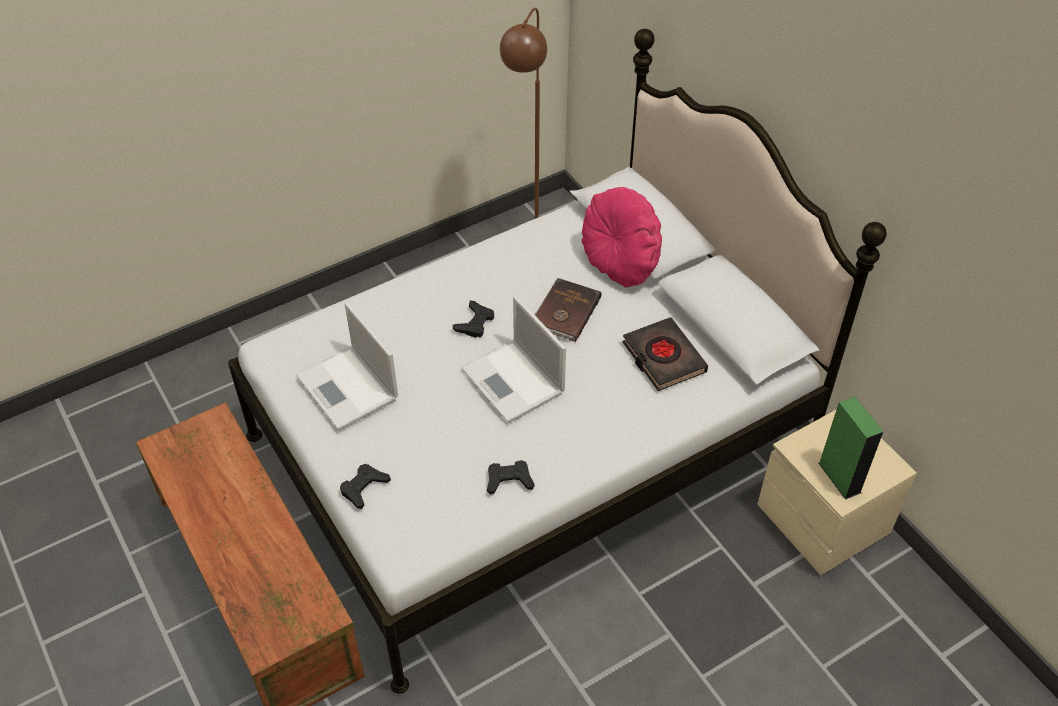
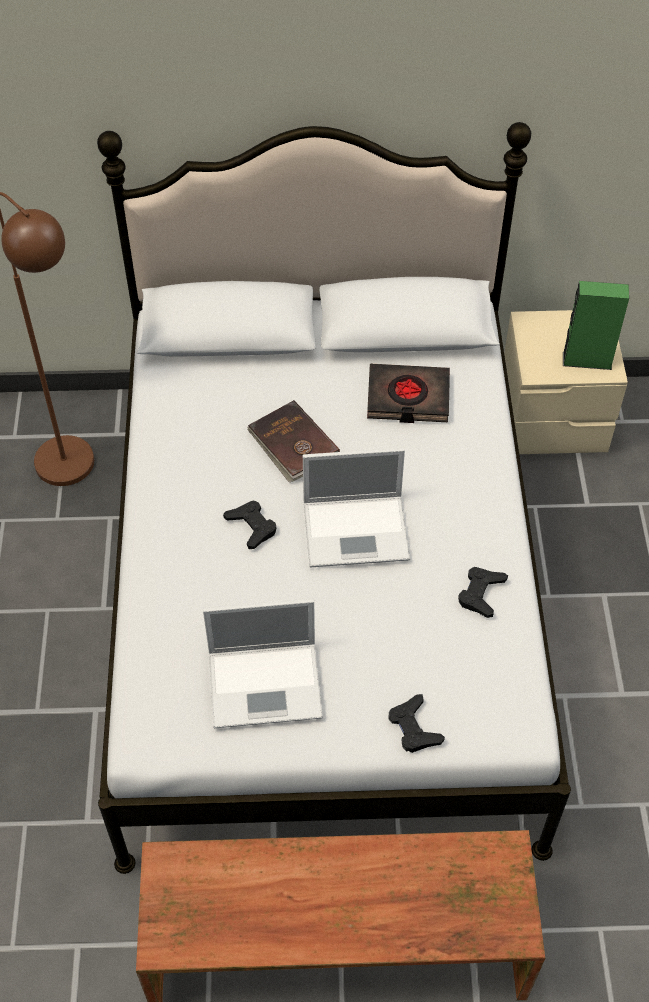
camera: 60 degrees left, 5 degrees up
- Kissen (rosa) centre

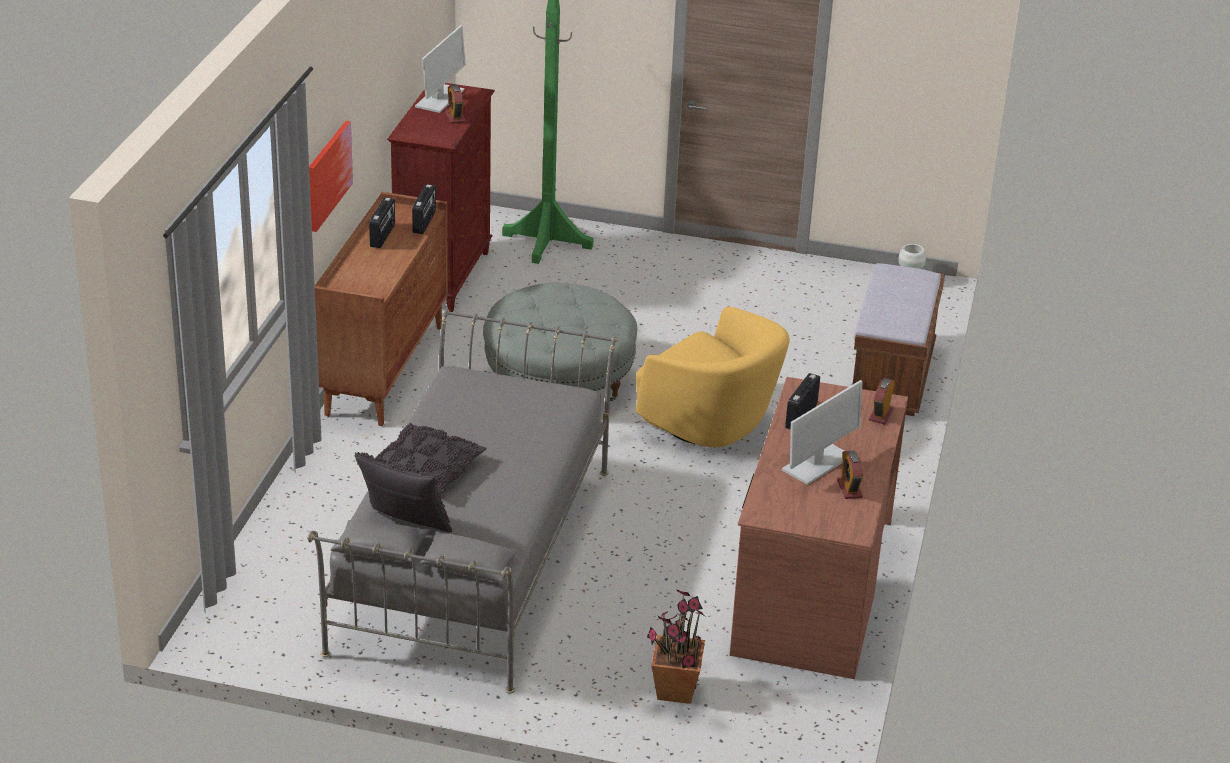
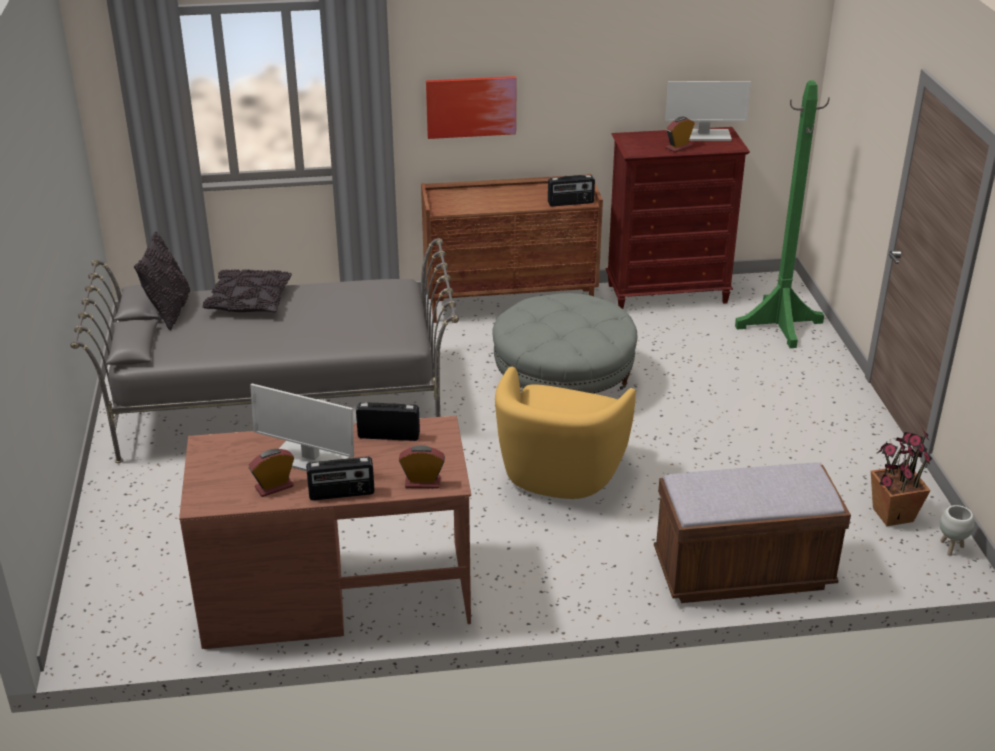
camera: 70 degrees right, 0 degrees up
~ Radio (1st from left) top left to centre
~ Topfpflanze bottom centre to middle right

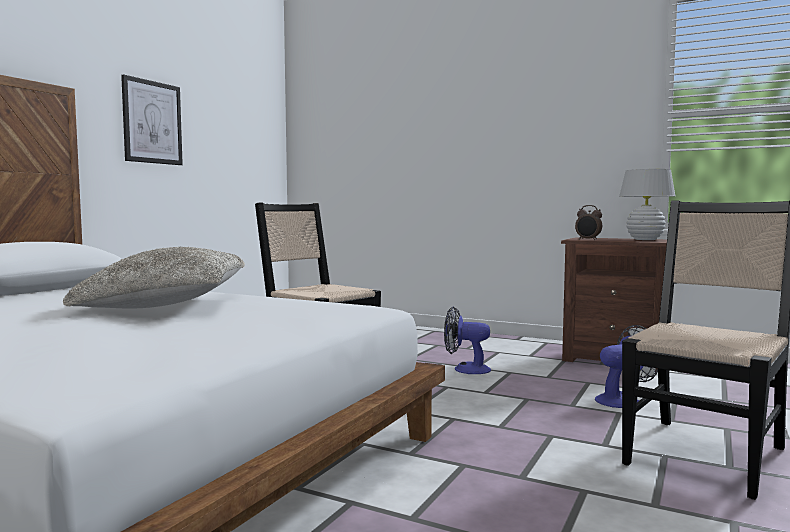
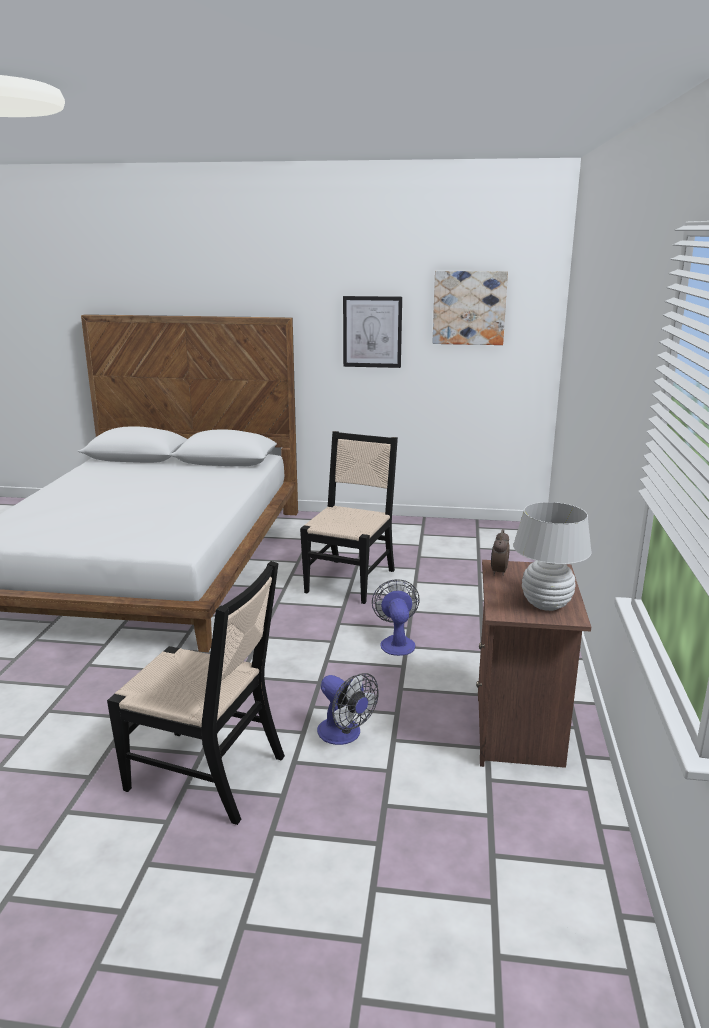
camera: 70 degrees right, 15 degrees up
- Kissen (beige) middle left
+ Bild (2nd from left) top centre

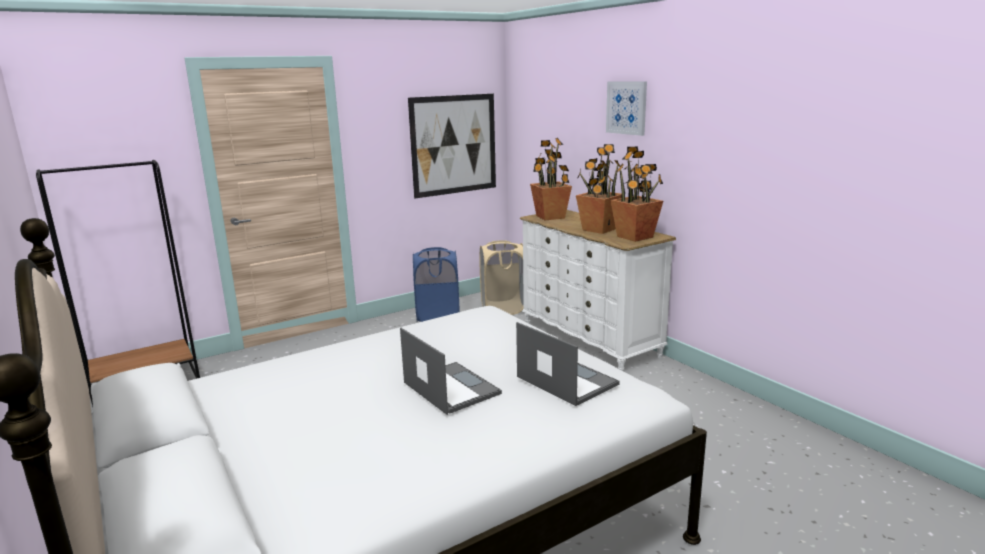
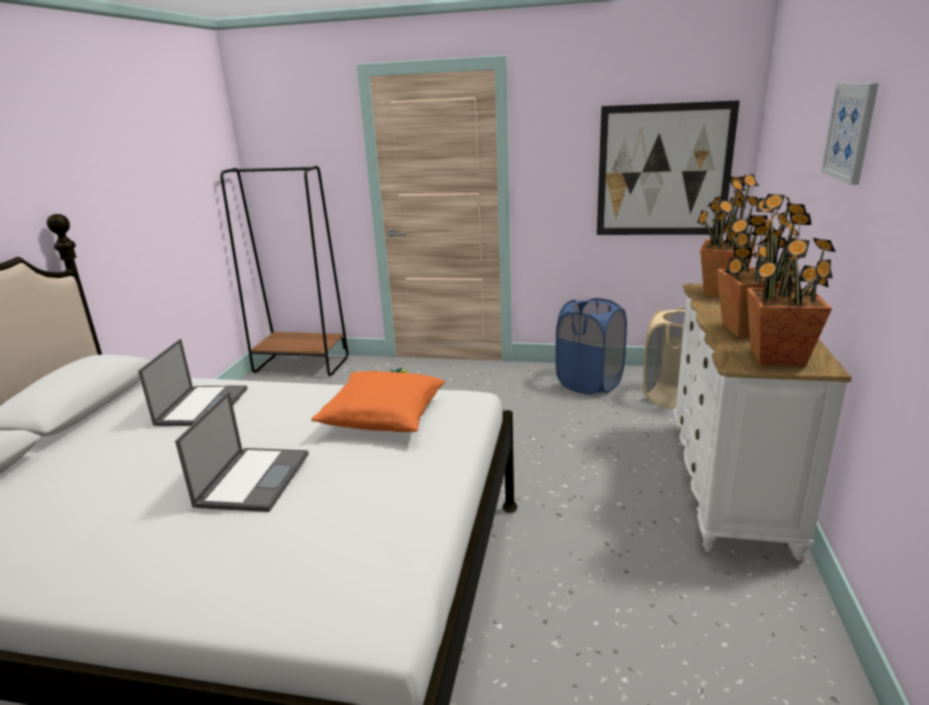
camera: 45 degrees right, 5 degrees up
~ Laptop (2nd from left in the first image) centre to Laptop (1st from left) middle left
+ Kissen (orange) centre

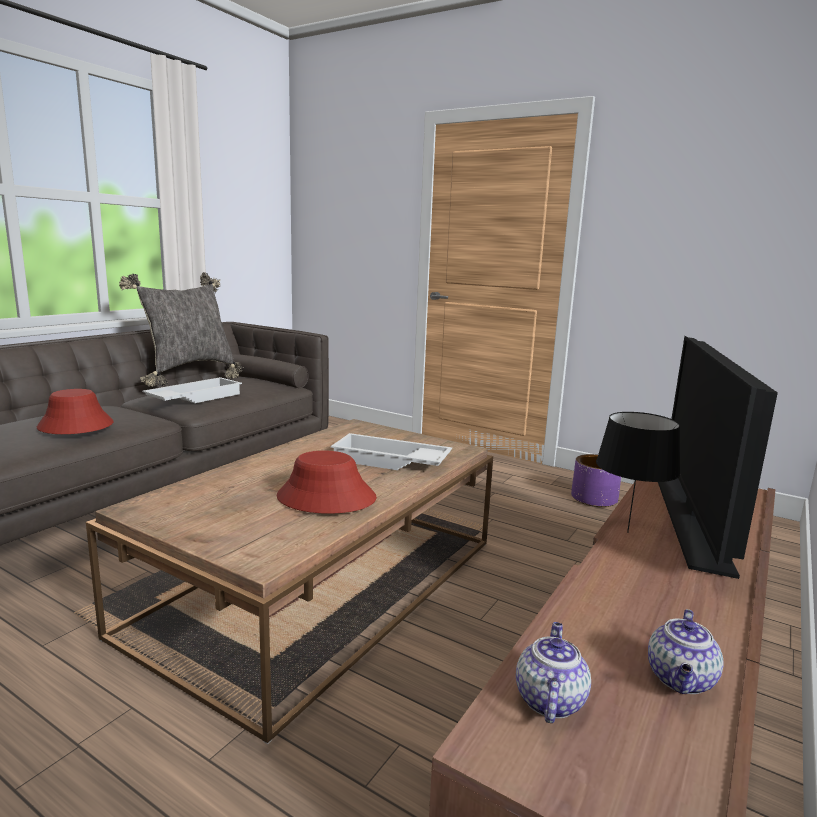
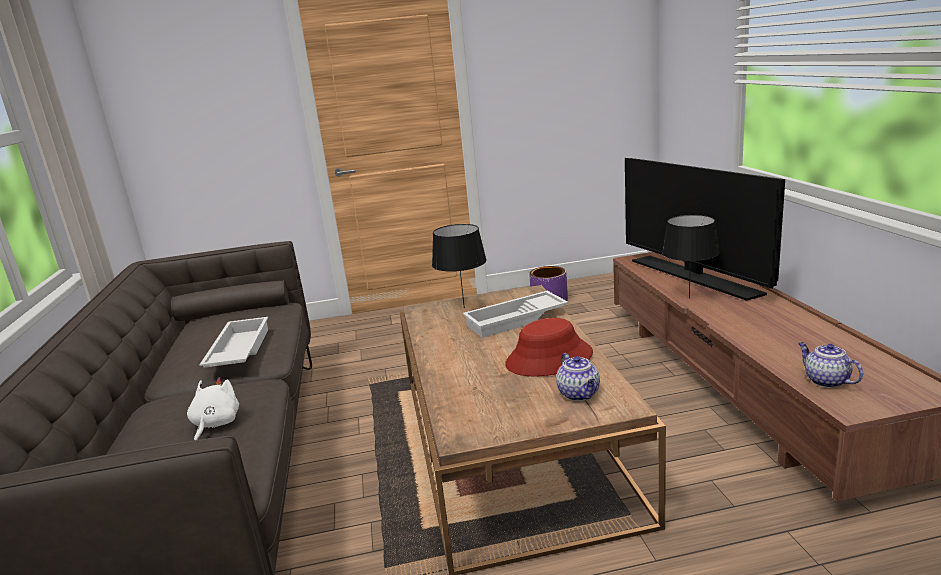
camera: 40 degrees left, 5 degrees up
- Kissen middle left
~ Hut (rot) (1st from left) middle left to Plüschtier (weiß) bottom left
~ Teekanne (2nd from left in the first image) bottom right to Teekanne (1st from left) centre
+ Tischlampe (schwarz) (1st from left) centre

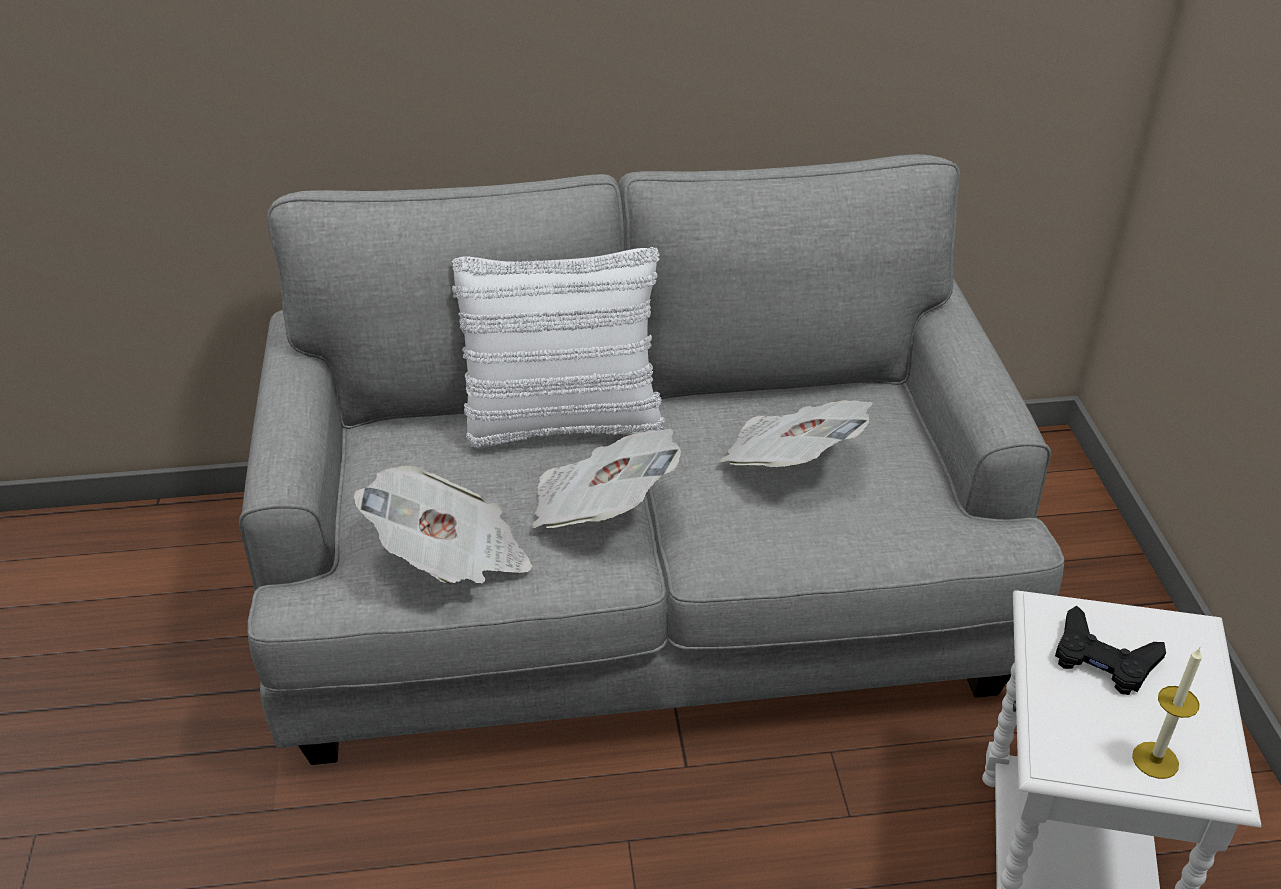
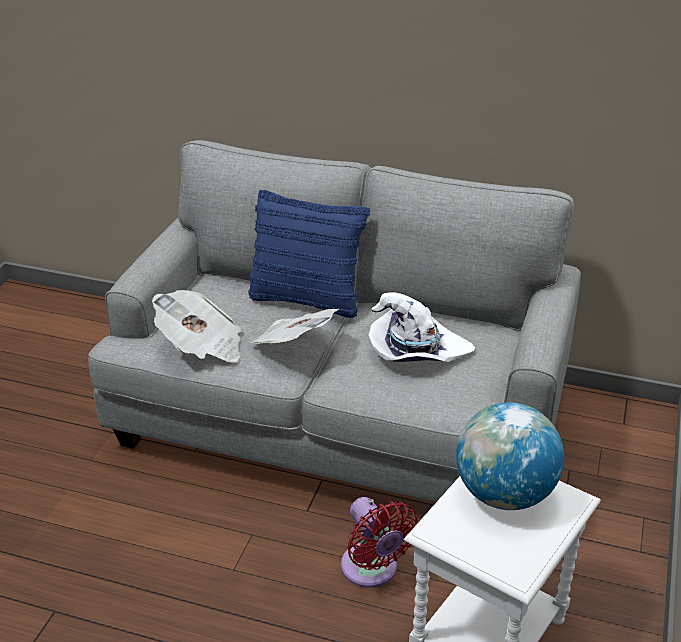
camera: 25 degrees right, 5 degrees down
~ Kissen (weiß) centre to Kissen (blau) centre
~ Zeitung (3rd from left) centre to Hut (weiß) centre
~ Gamepad (schwarz) bottom right to Globus bottom right
- Kerze bottom right
+ Ventilator (rot) bottom centre

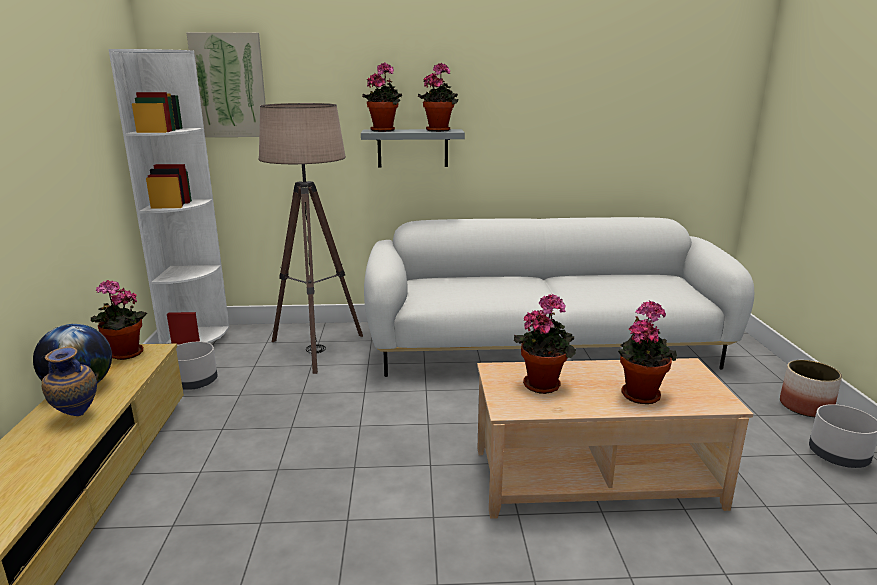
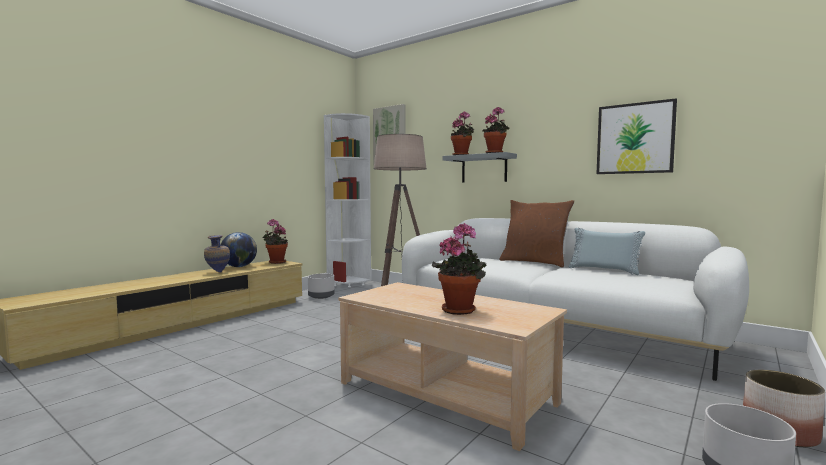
camera: 40 degrees right, 15 degrees down
- Topfpflanze (4th from left) centre
+ Bild (2nd from left) top right
+ Kissen (braun) centre
+ Kissen (blau) middle right

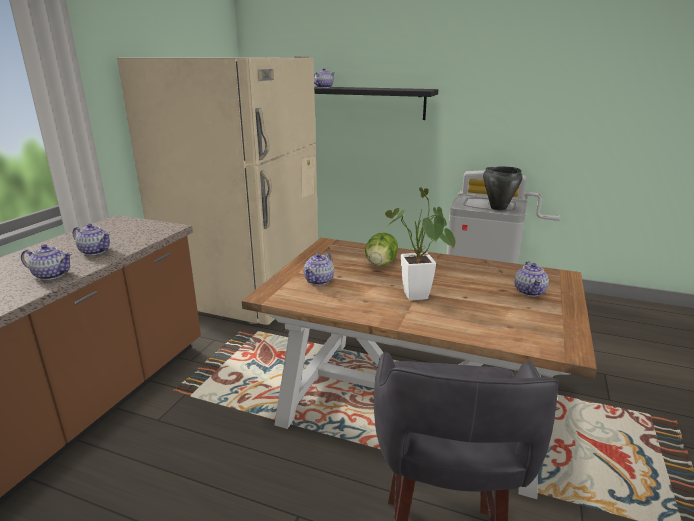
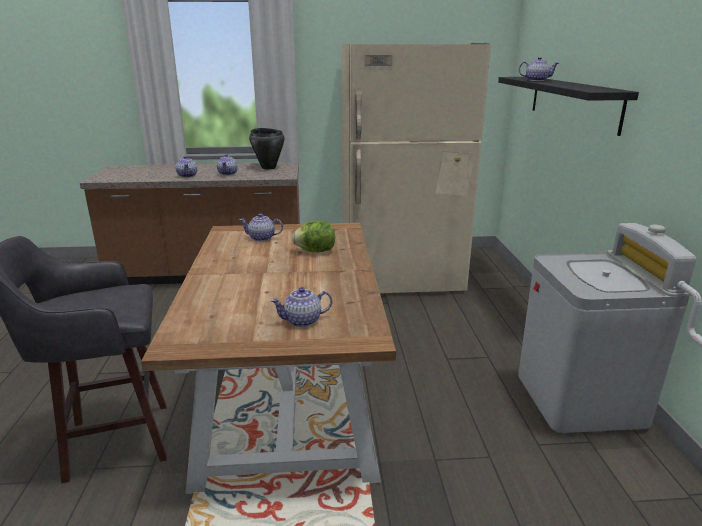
camera: 65 degrees right, 0 degrees up
~ Kochtopf (schwarz) middle right to top centre
- Topfpflanze centre

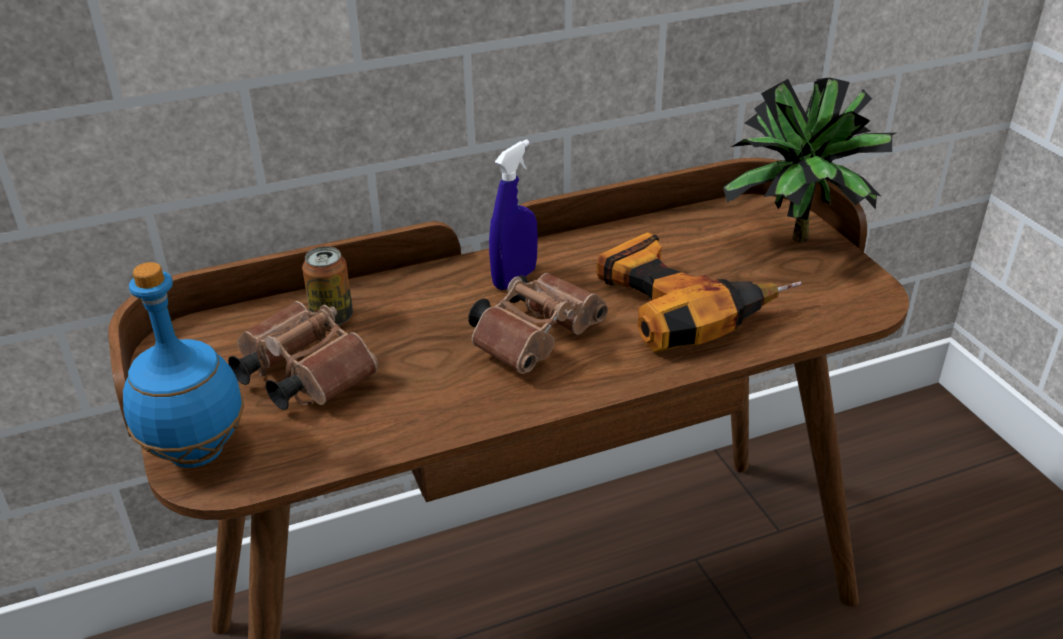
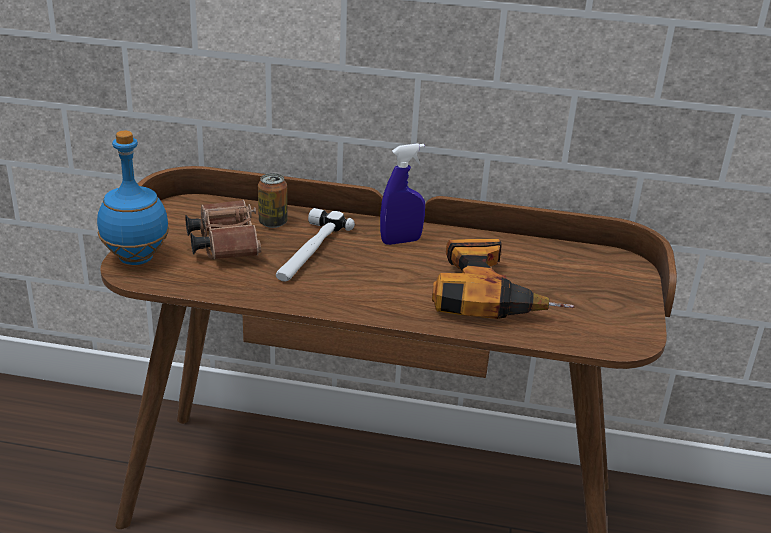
camera: 30 degrees right, 5 degrees down
- Topfpflanze top right
- Fernglas (braun) (2nd from left) centre
+ Hammer centre

